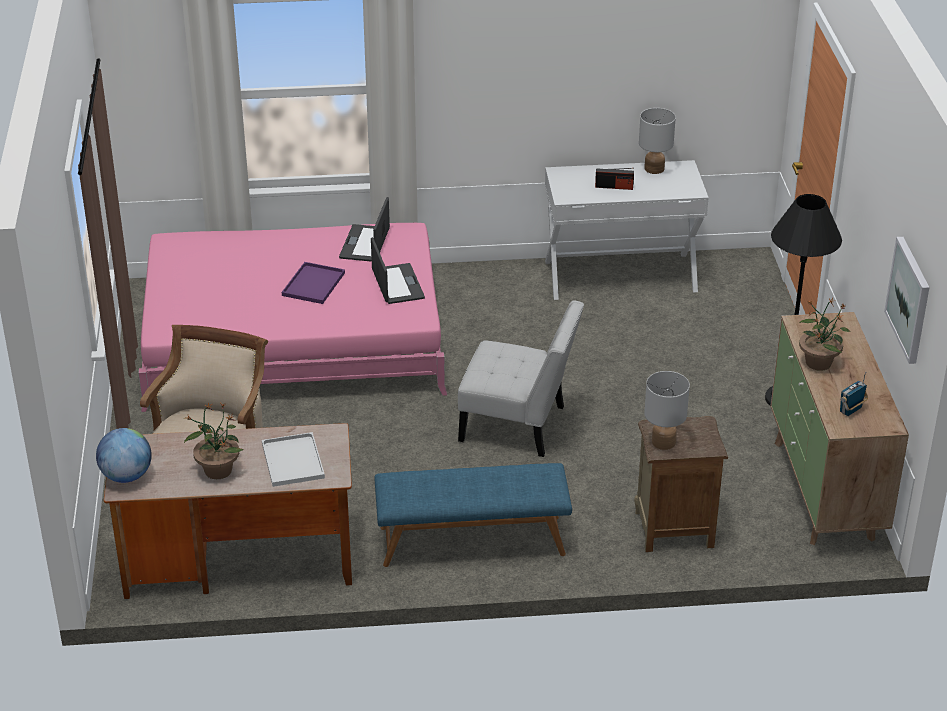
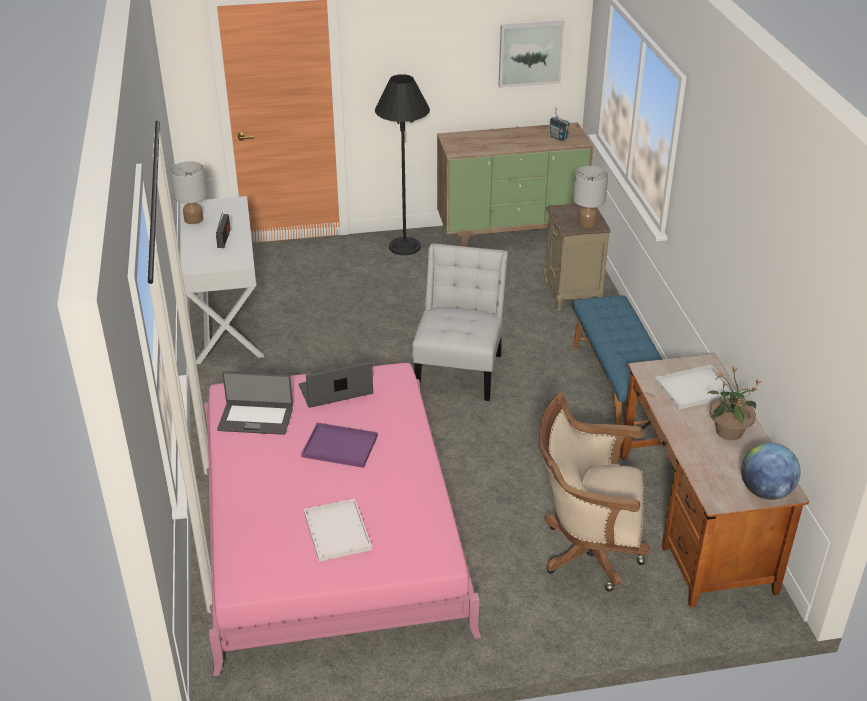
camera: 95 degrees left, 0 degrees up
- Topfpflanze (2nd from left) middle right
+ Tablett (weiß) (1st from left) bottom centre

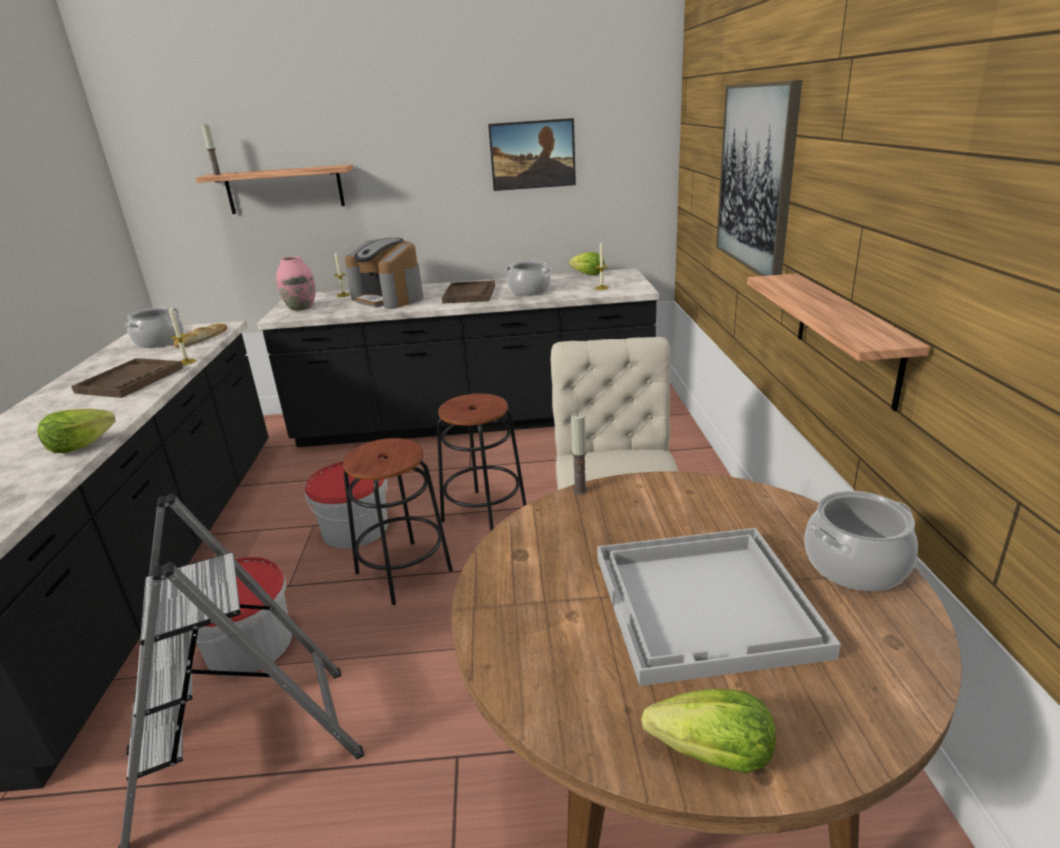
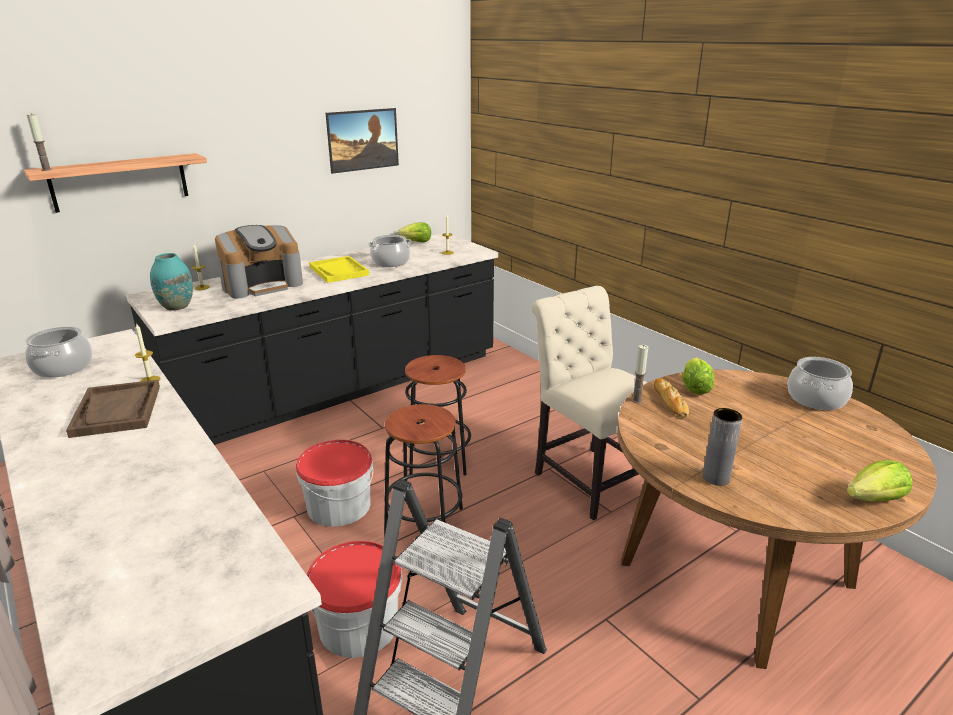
camera: 35 degrees left, 0 degrees up
- Bild (2nd from left) top right
~ Kaffeemaschine top centre = middle left 45 degrees counterclockwise
~ Vase (rosa) middle left to Vase (türkis) middle left
- Wandregal (2nd from left) middle right
~ Tablett (braun) (2nd from left) centre to Tablett (gelb) centre
~ Brot middle left to middle right
~ Salatkopf (1st from left in the first image) middle left to Salatkopf (2nd from left) middle right
- Tablett (weiß) bottom right
+ Vase (grau) middle right

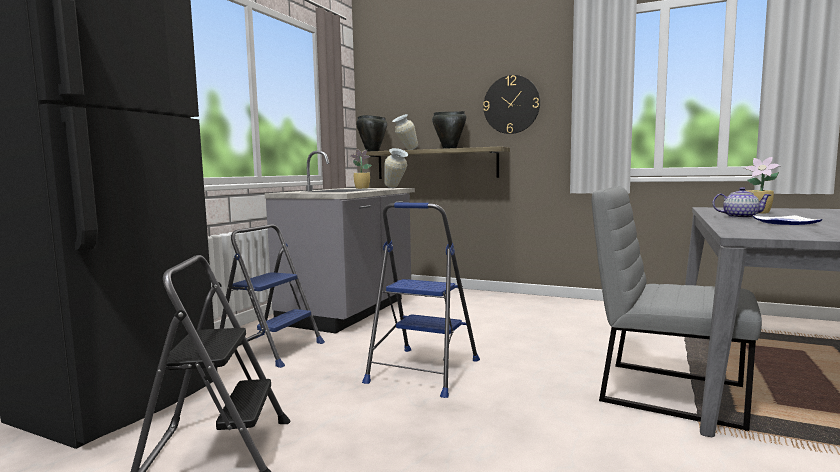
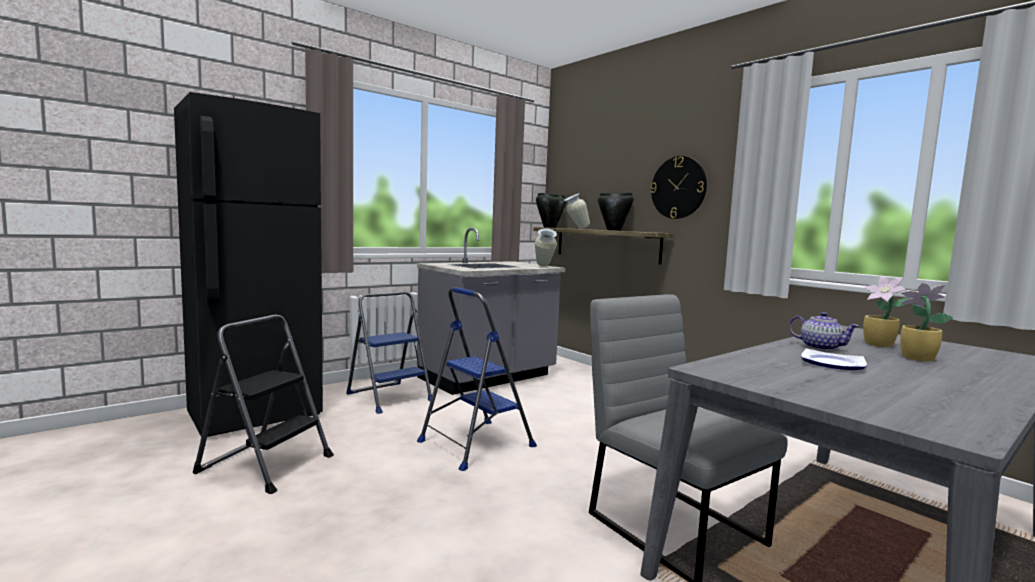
camera: 25 degrees right, 0 degrees up
~ Topfpflanze (1st from left in the first image) centre to Topfpflanze (2nd from left) middle right

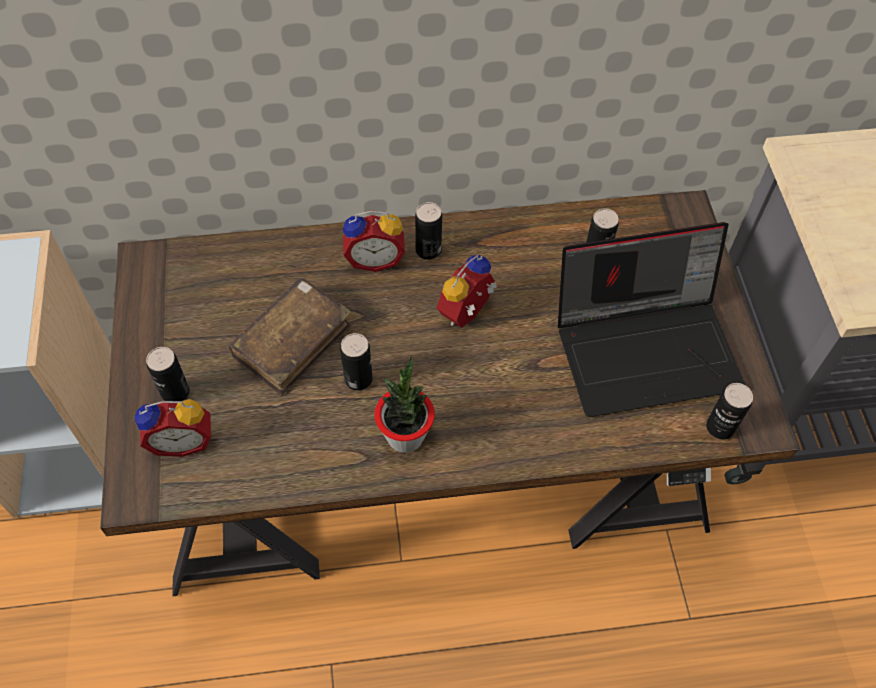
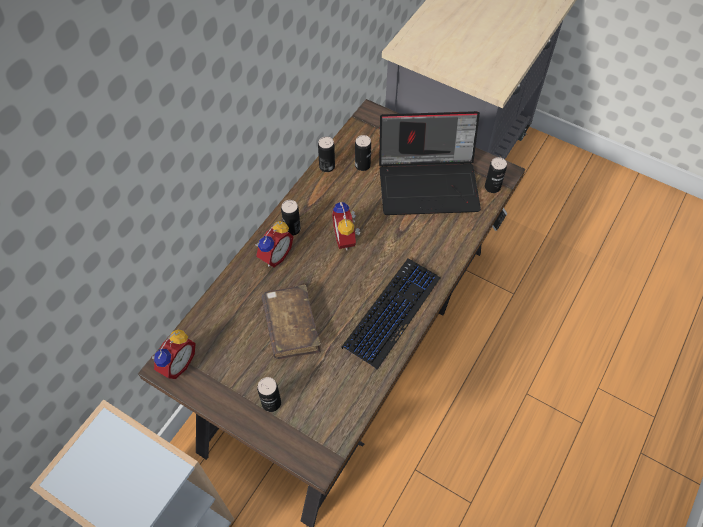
camera: 50 degrees left, 0 degrees up
~ Laptop middle right = top centre 60 degrees clockwise
~ Dose (2nd from left in the first image) centre to Dose (3rd from left) top centre
~ Topfpflanze centre to Tastatur centre
~ Wecker (1st from left) middle left to bottom left

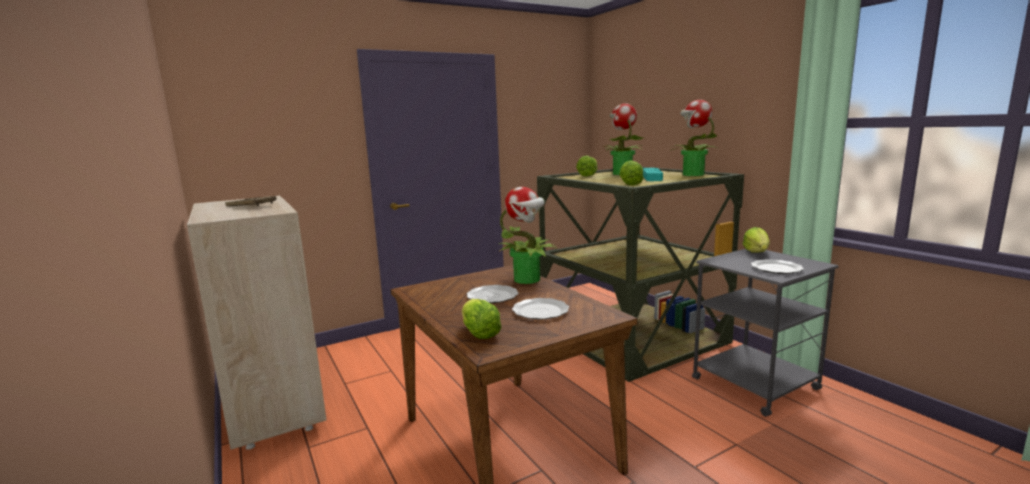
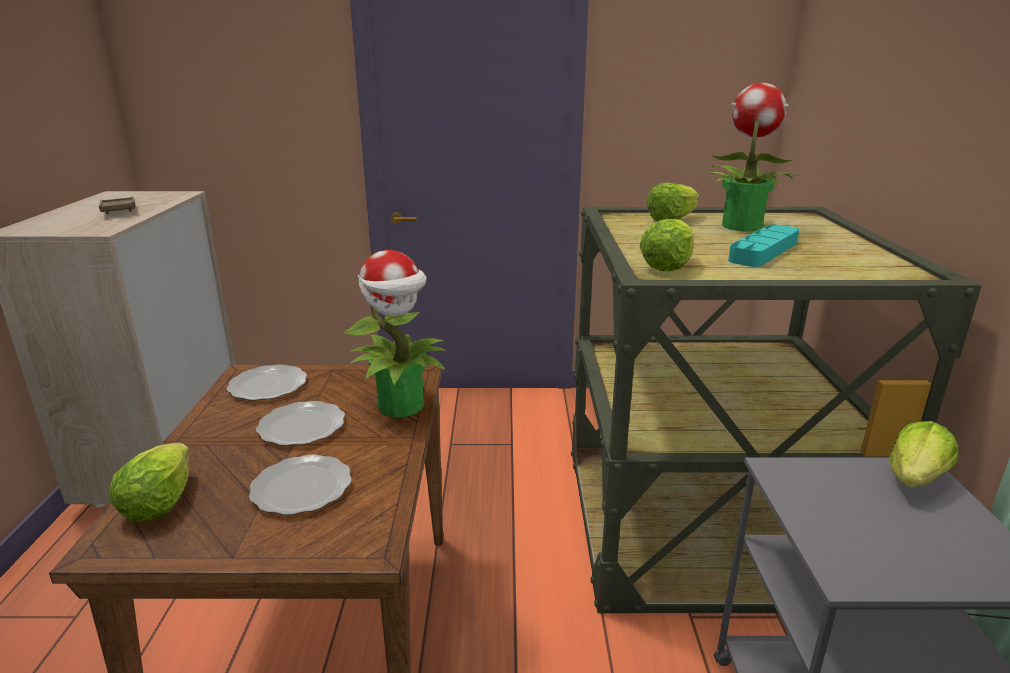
camera: 30 degrees right, 10 degrees up
- Topfpflanze (3rd from left) top right
~ Teller (3rd from left in the first image) middle right to Teller (1st from left) middle left

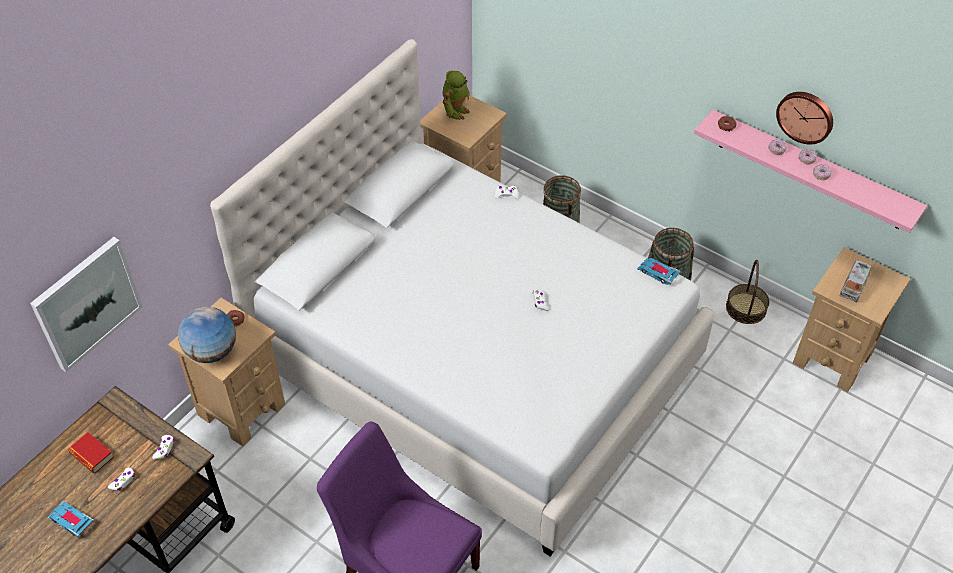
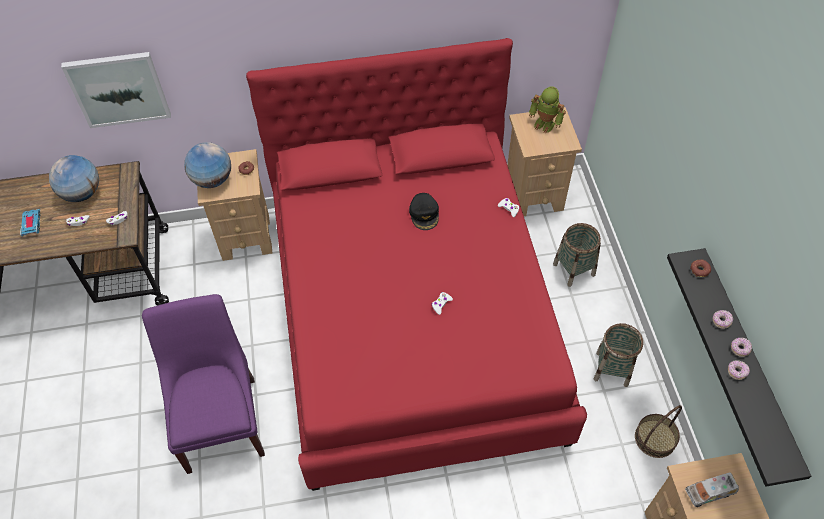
camera: 45 degrees right, 5 degrees up
~ Bett (weiß) centre to Bett (rot) centre
~ Spielzeugroboter top centre = top centre 45 degrees clockwise
- Wanduhr top right
~ Wandregal (rosa) top right to Wandregal (schwarz) bottom right
- Spielzeugauto (2nd from left) middle right
~ Buch bottom left to Globus (1st from left) middle left
+ Kappe (schwarz) centre

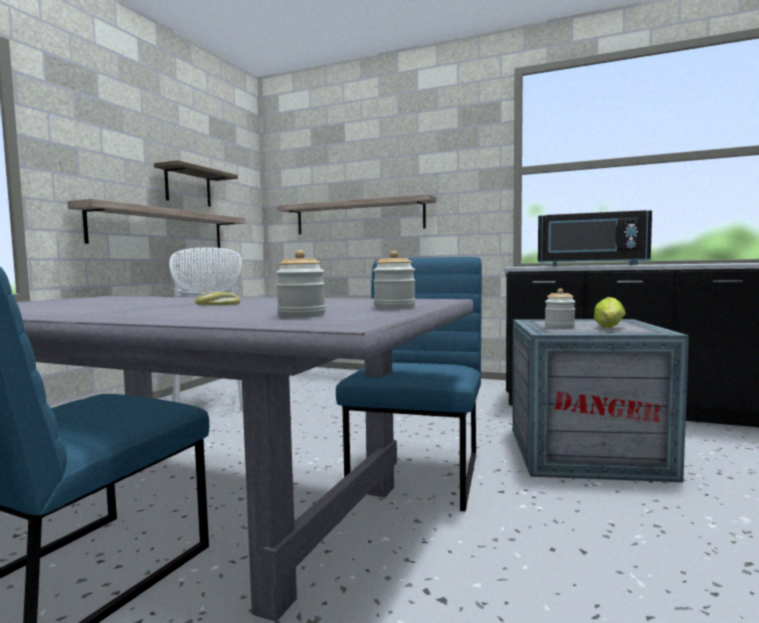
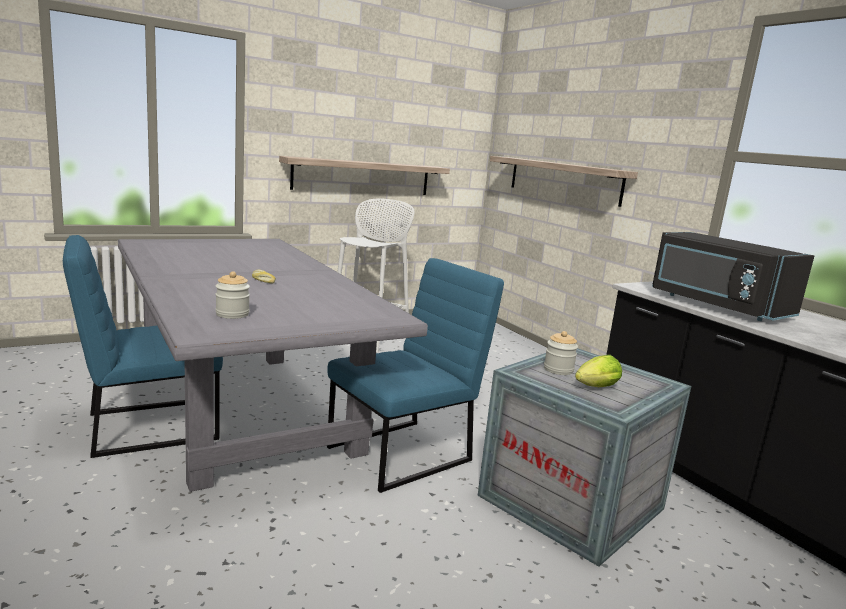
camera: 35 degrees right, 10 degrees up
- Wandregal (2nd from left) top left
- Vorratsglas (2nd from left) centre

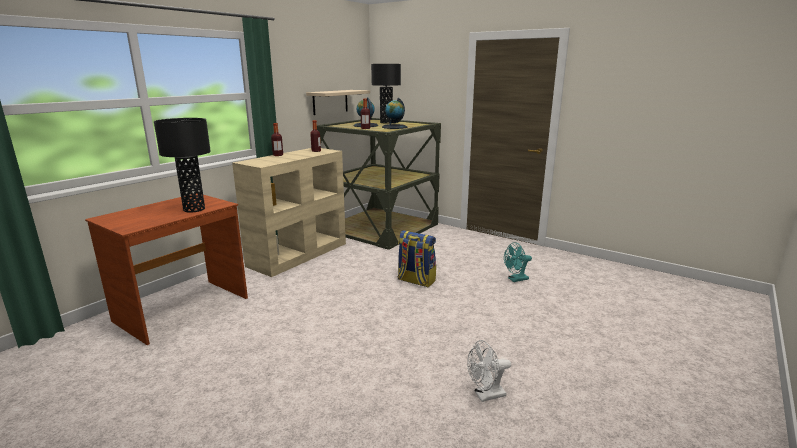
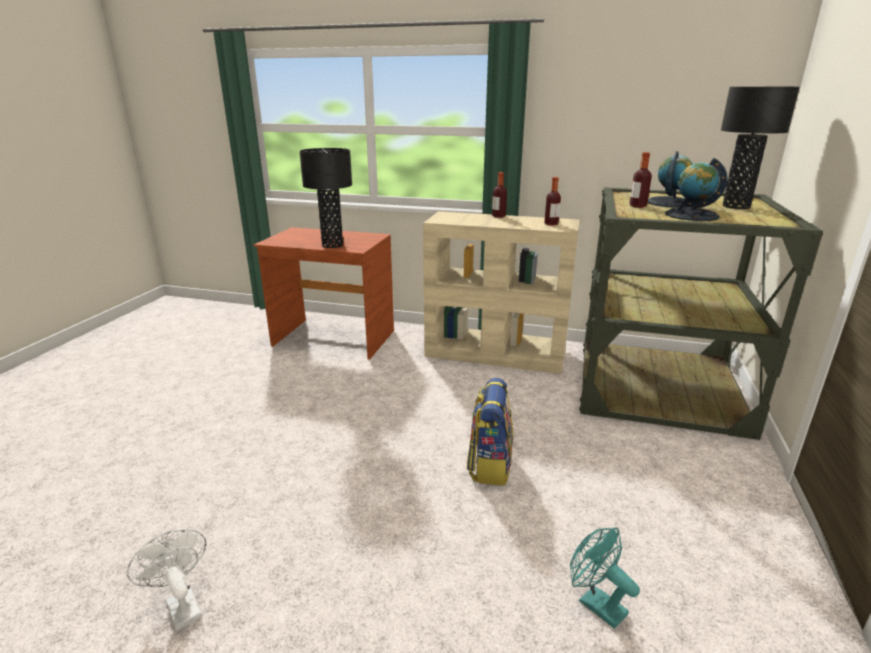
camera: 70 degrees right, 5 degrees up
- Wandregal (beige) top centre

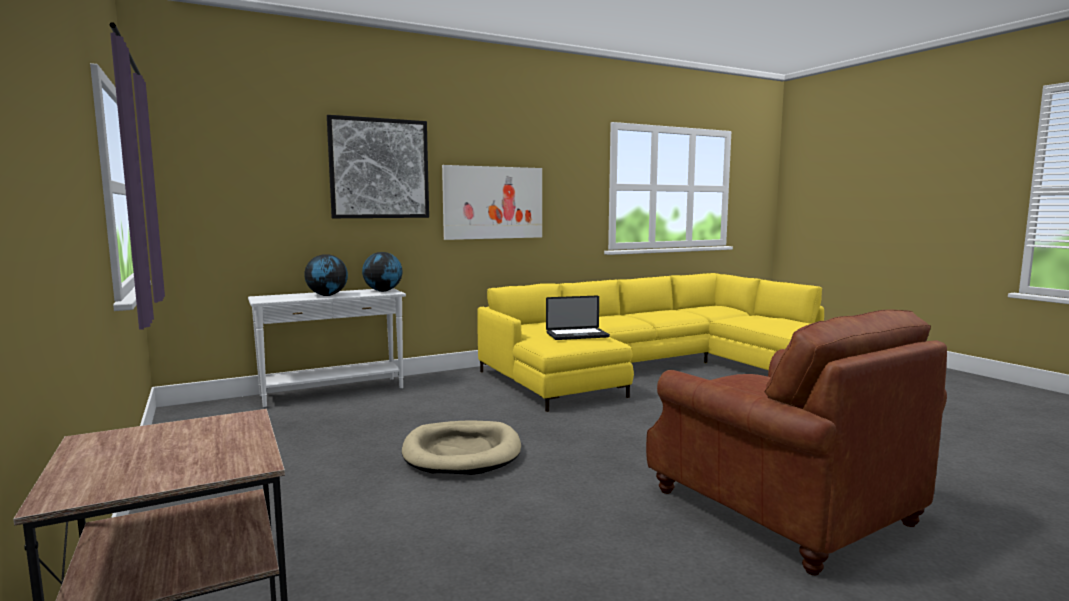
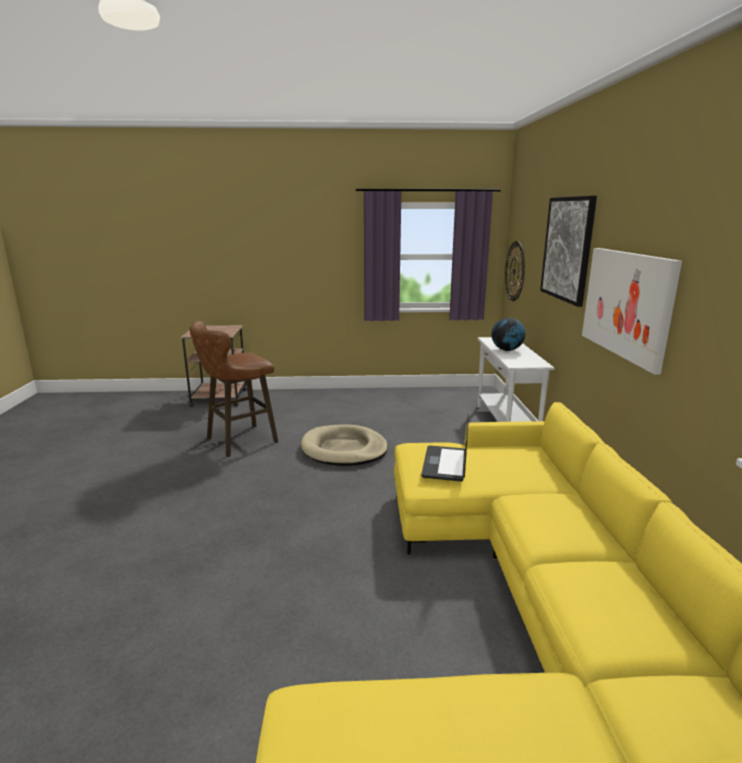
camera: 115 degrees right, 10 degrees up
- Globus (2nd from left) centre
- Sessel (braun) bottom right
+ Wanduhr middle right
+ Hocker (braun) middle left

